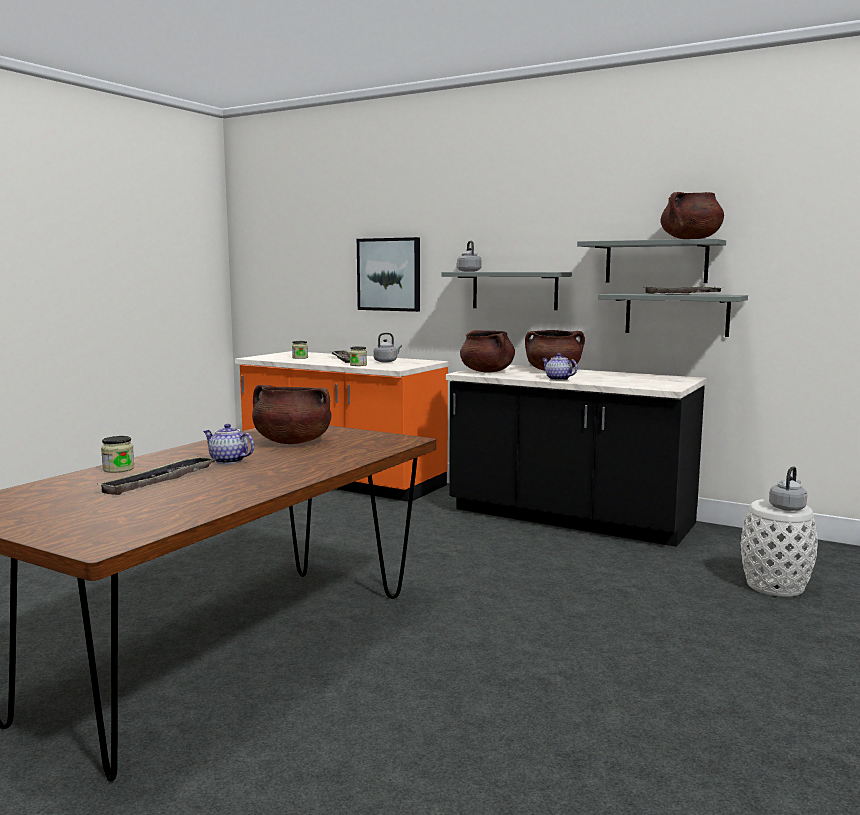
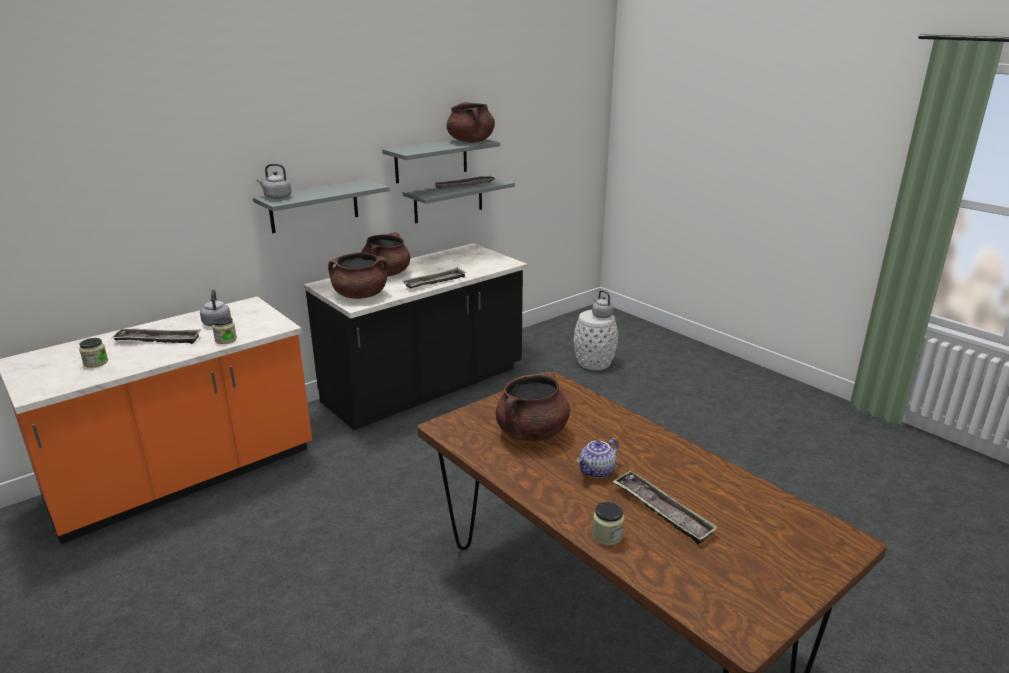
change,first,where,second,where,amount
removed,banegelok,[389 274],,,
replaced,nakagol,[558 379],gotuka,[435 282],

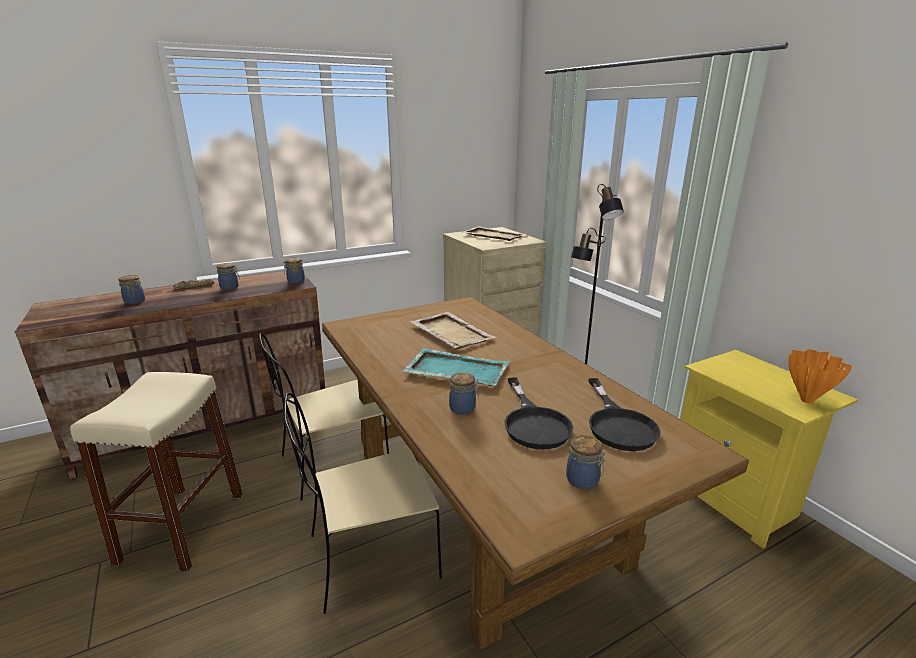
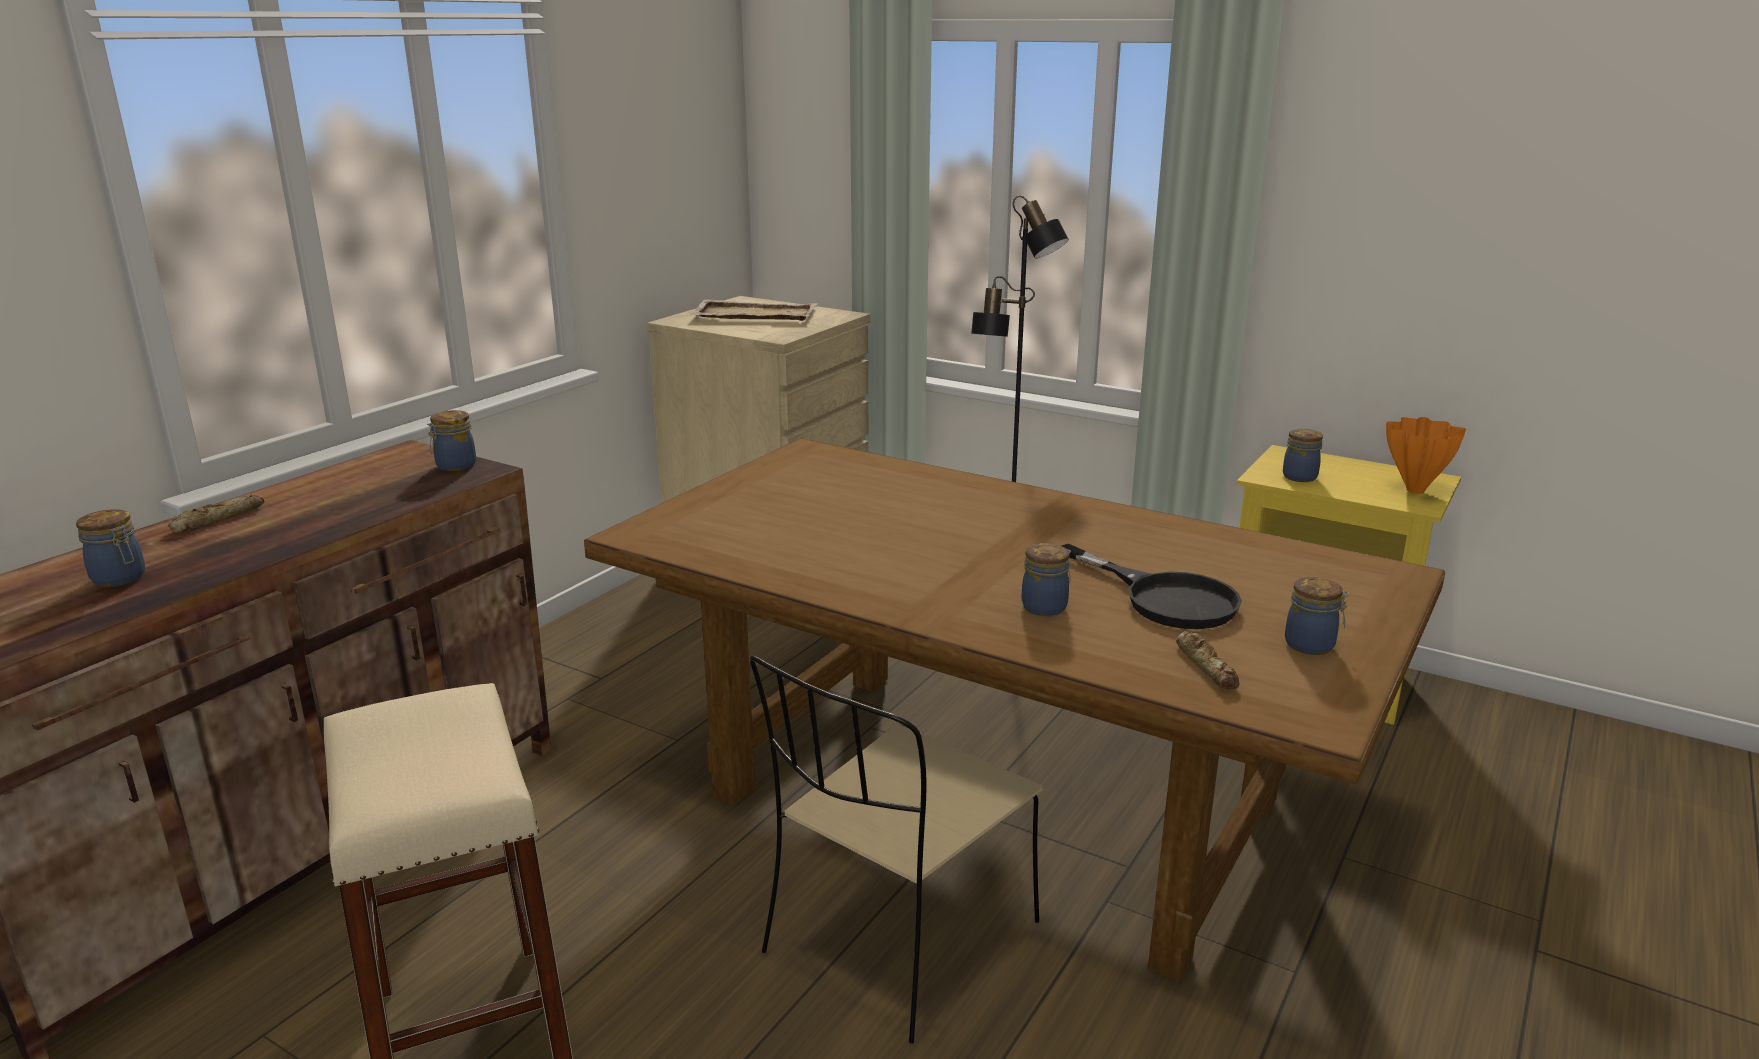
change,first,where,second,where,amount
moved,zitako,[230 288],,[1300 476],
removed,beige gotuka,[451 332],,,
removed,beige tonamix,[332 465],,,
removed,turquoise gotuka,[456 370],,,
removed,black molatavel,[618 424],,,
added,,,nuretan,[1207 666],

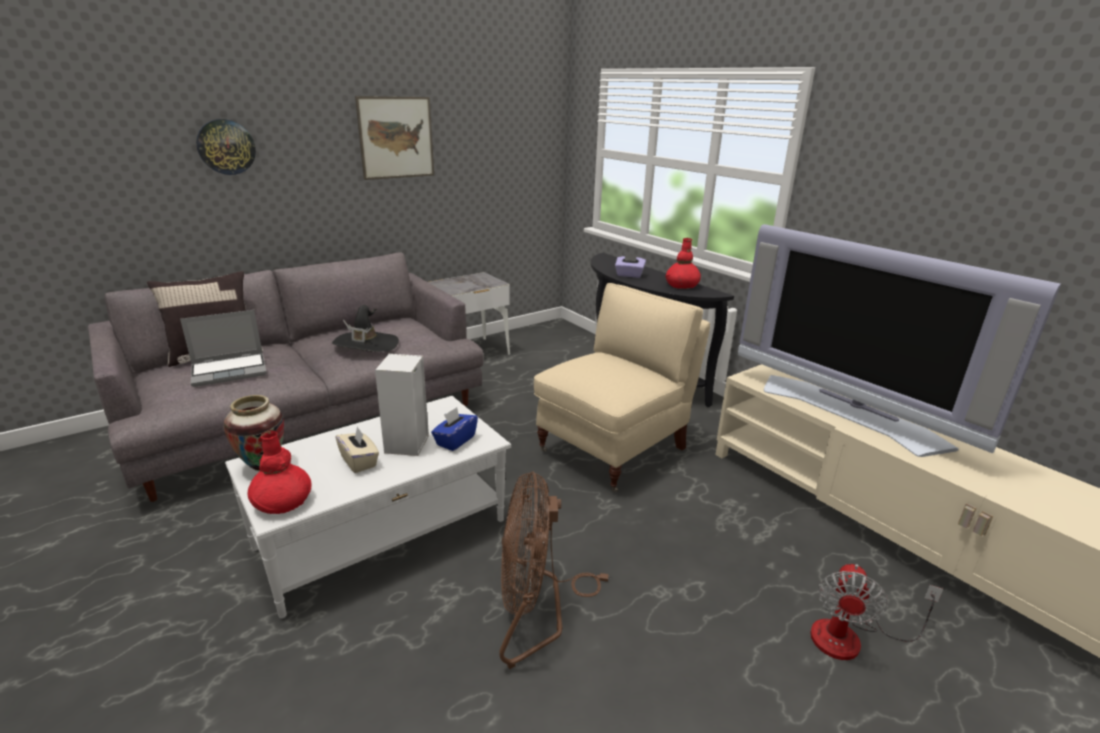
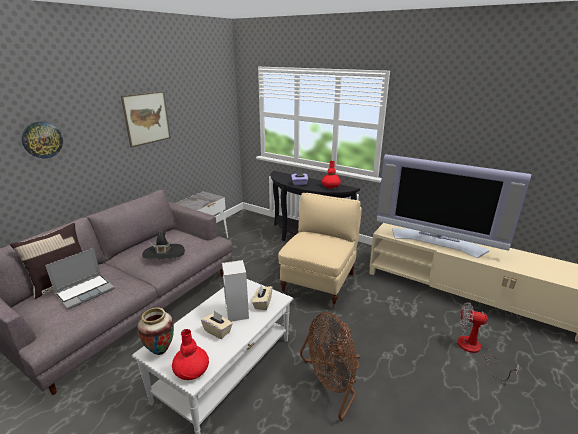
change,first,where,second,where,amount
recoloured,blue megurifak,[455 440],beige megurifak,[262 303],
turned,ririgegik,[850 637],,[475 350],105 degrees clockwise

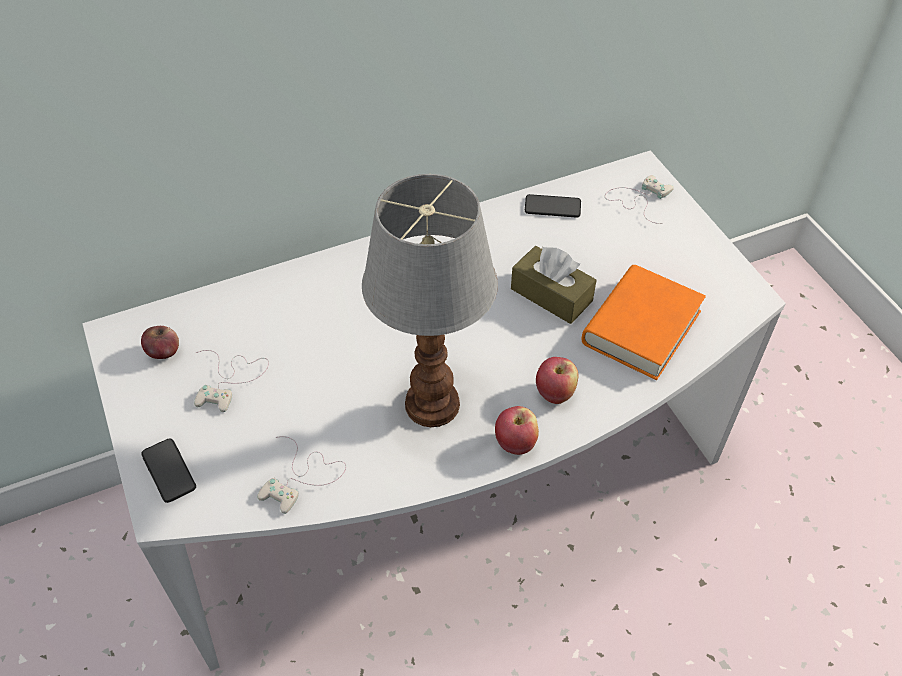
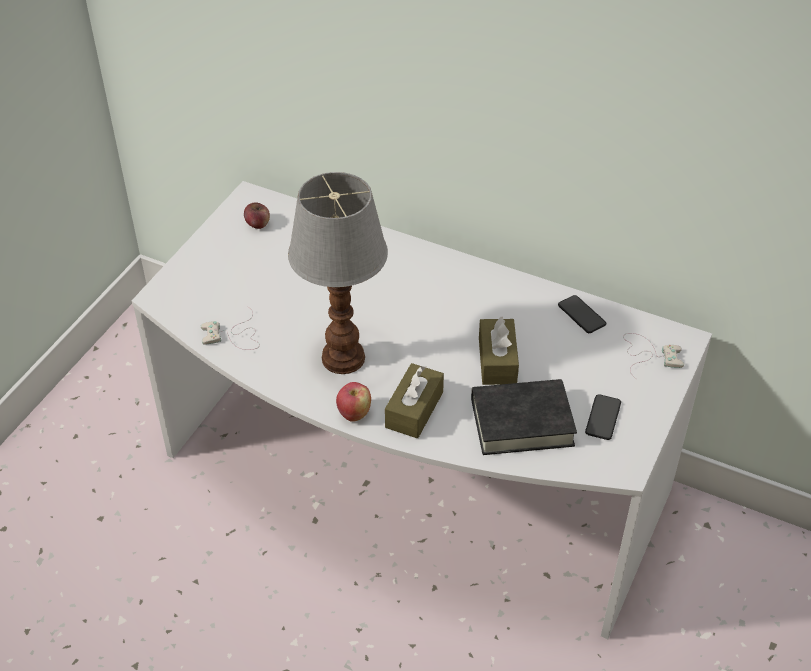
change,first,where,second,where,amount
recoloured,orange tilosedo,[641 327],black tilosedo,[522 422],
removed,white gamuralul,[230 379],,,
replaced,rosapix,[554 393],brown megurifak,[414 409],
moved,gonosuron,[169 471],,[603 418],

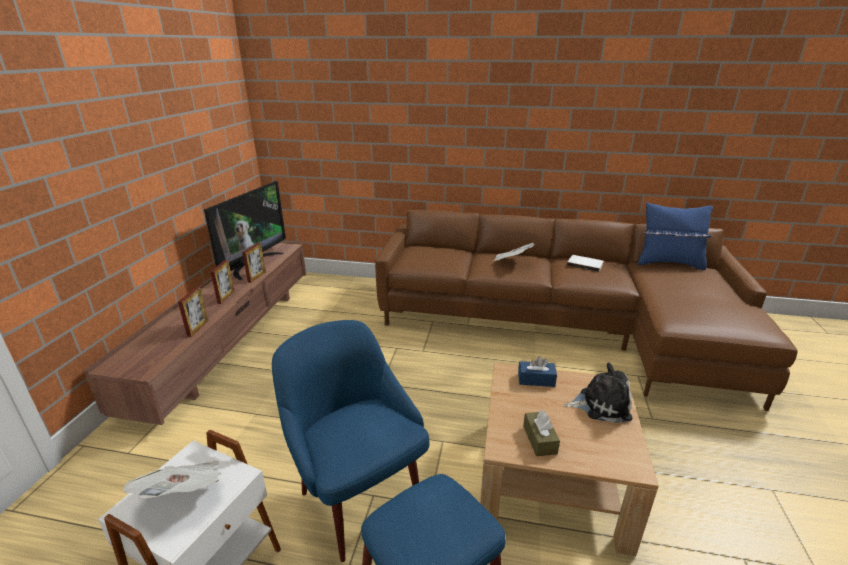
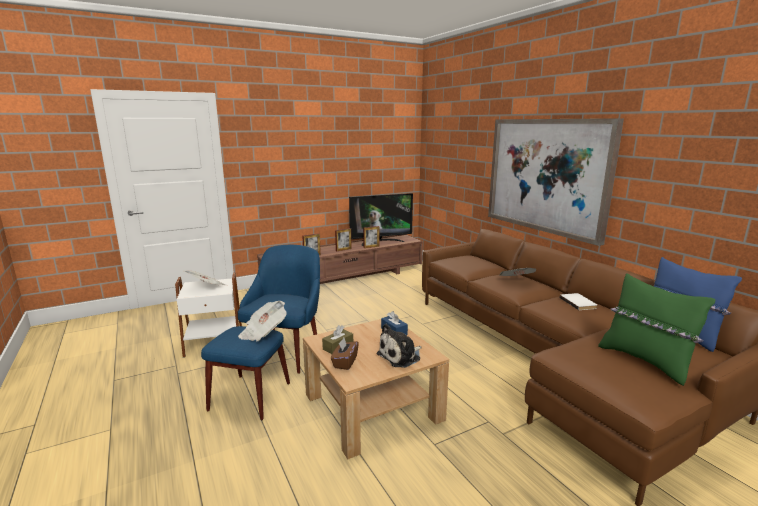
change,first,where,second,where,amount
turned,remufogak,[601 404],,[401 356],90 degrees clockwise
added,,,banegelok,[547 175],
added,,,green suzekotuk,[645 361],
added,,,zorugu,[263 332],
added,,,brown megurifak,[345 362],

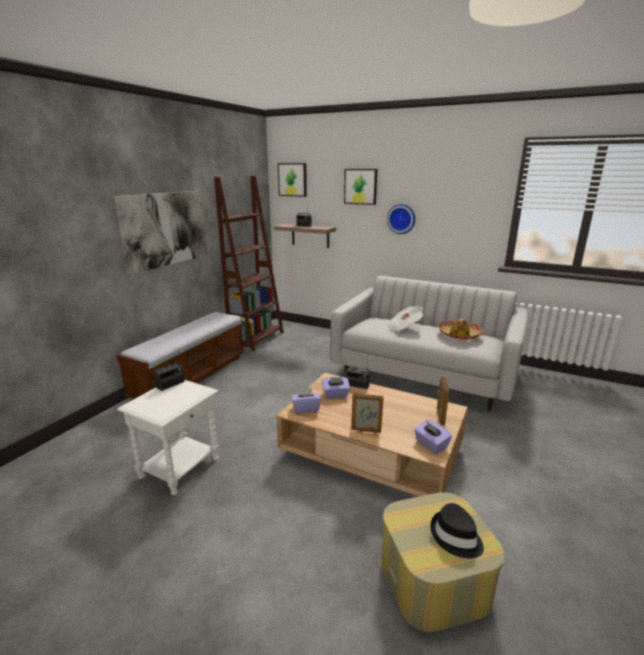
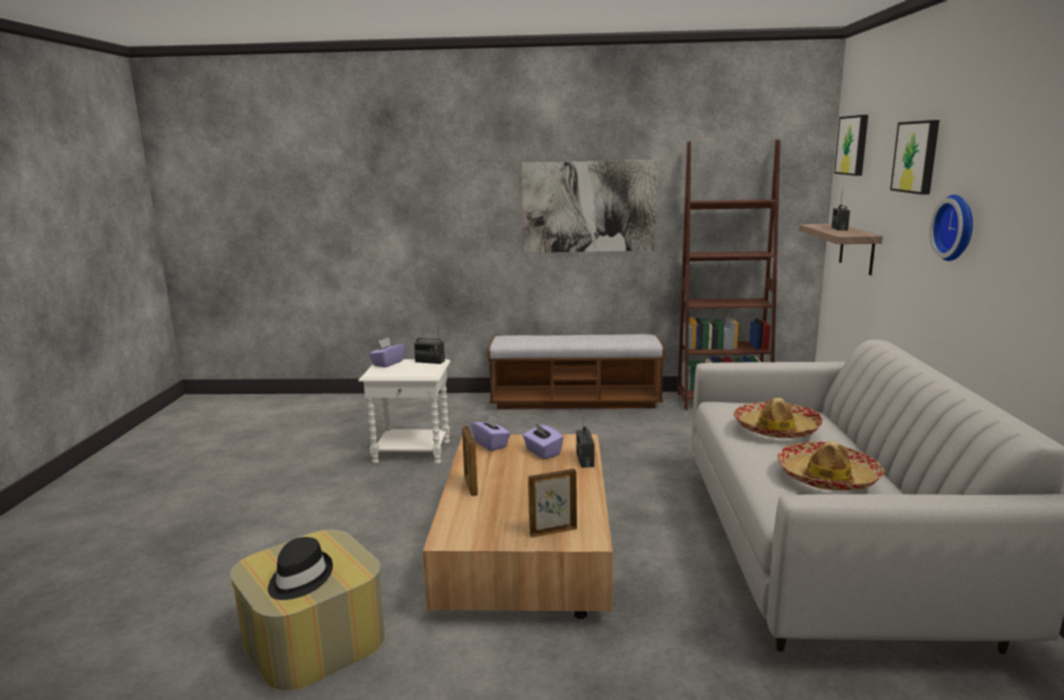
change,first,where,second,where,amount
replaced,zorugu,[403 327],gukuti,[776 429],
moved,purple megurifak,[431 444],,[388 363],

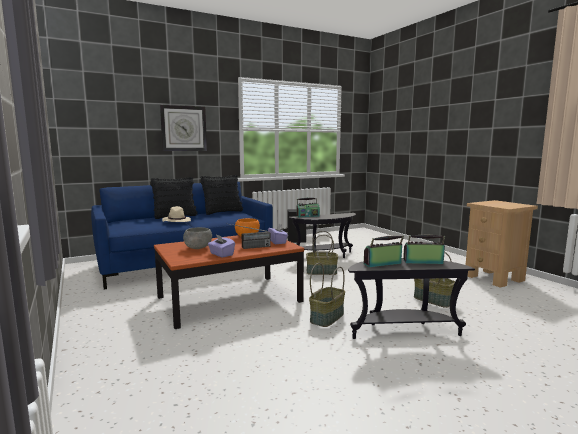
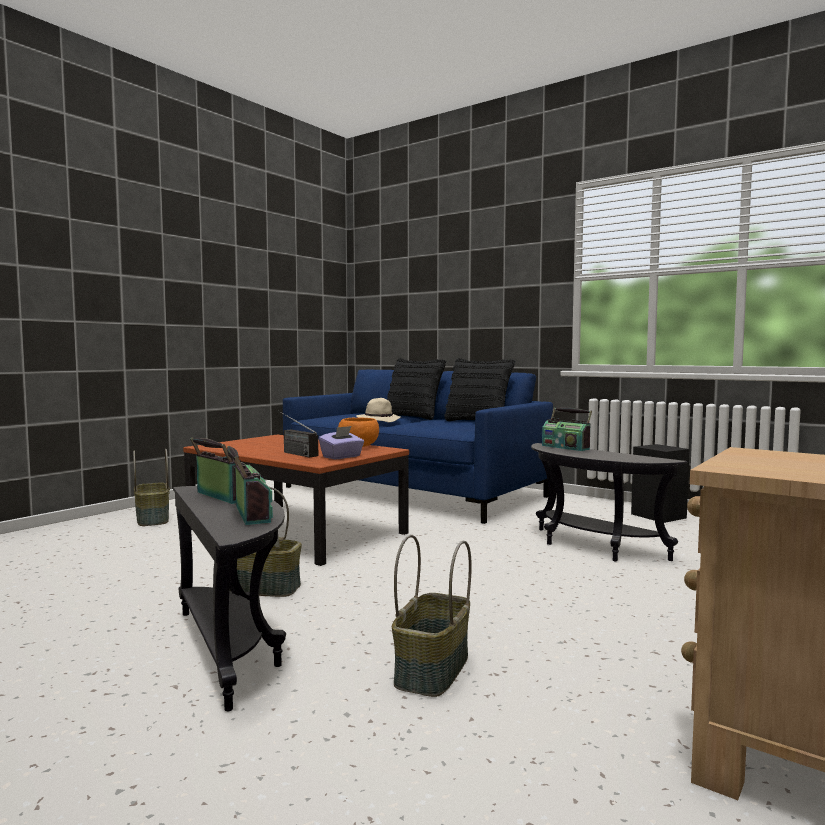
change,first,where,second,where,amount
removed,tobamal,[183 128],,,
removed,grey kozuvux,[198 248],,,
moved,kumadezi,[321 272],,[151 519],
removed,purple megurifak,[221 254],,,

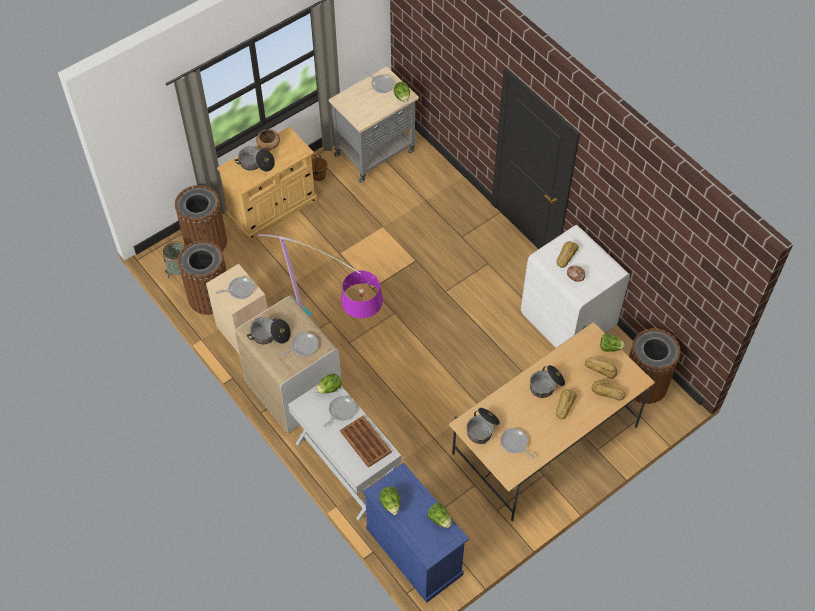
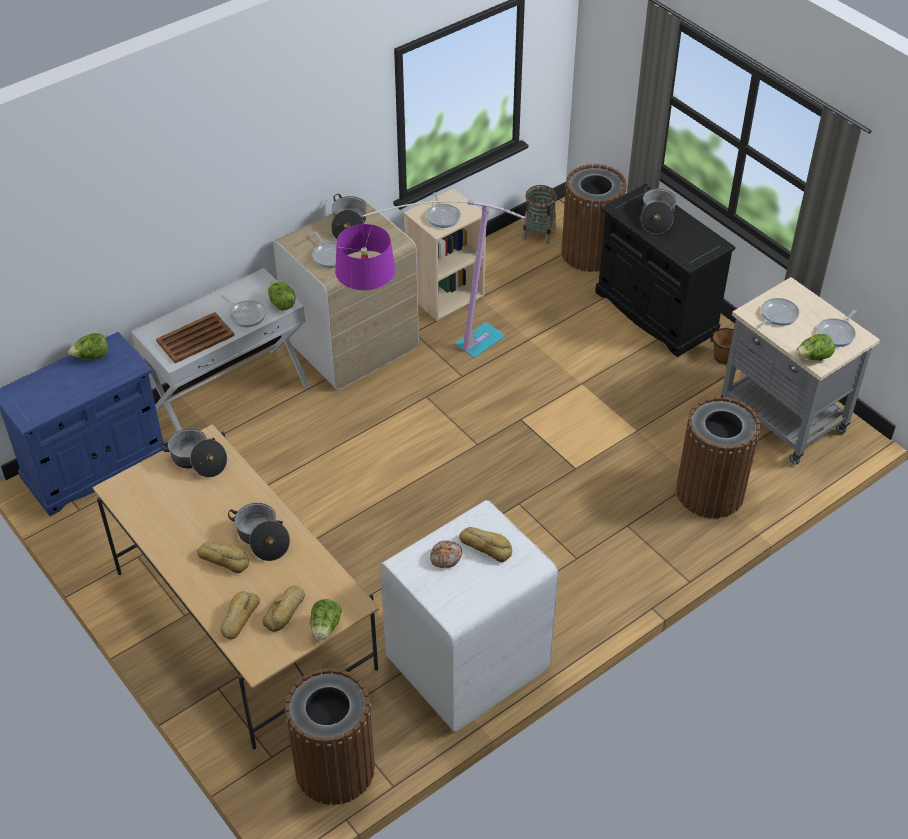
change,first,where,second,where,amount
recoloured,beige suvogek,[272 208],black suvogek,[655 312],
removed,brown kozuvux,[268 145],,,
moved,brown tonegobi,[209 296],,[710 492],
moved,molatavel,[515 443],,[777 315],
removed,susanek,[440 519],,,

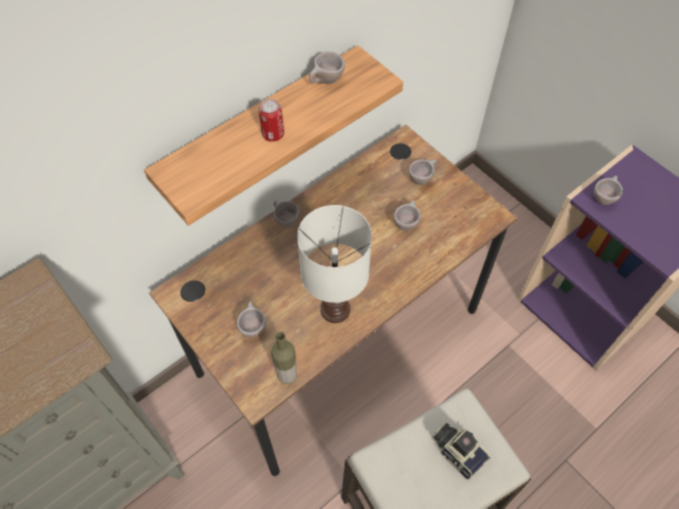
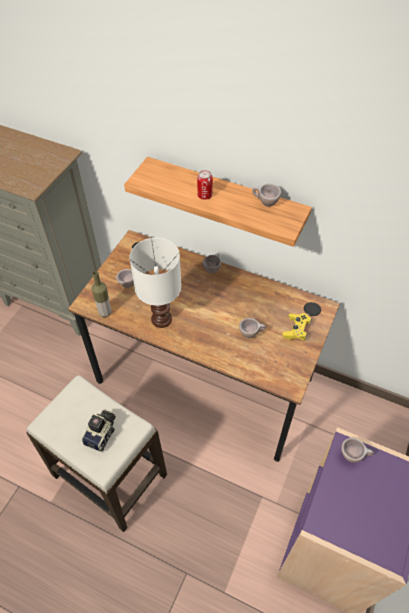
change,first,where,second,where,amount
replaced,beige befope,[422 178],yellow gamuralul,[296 330],

